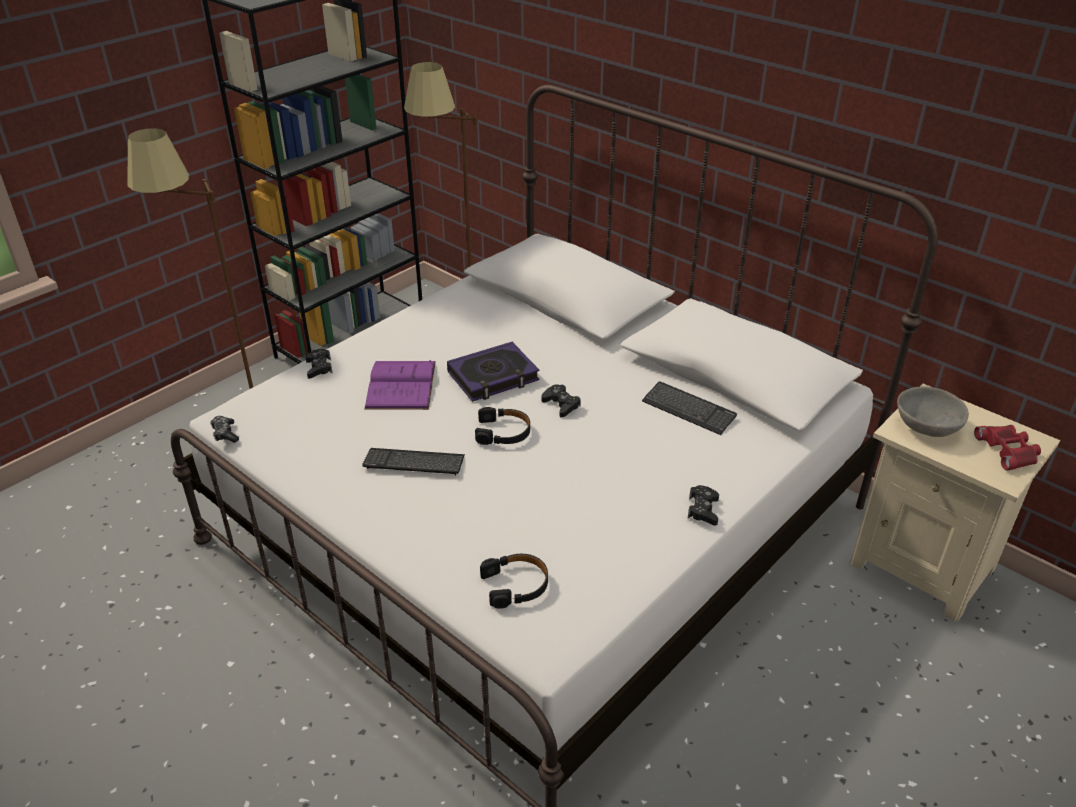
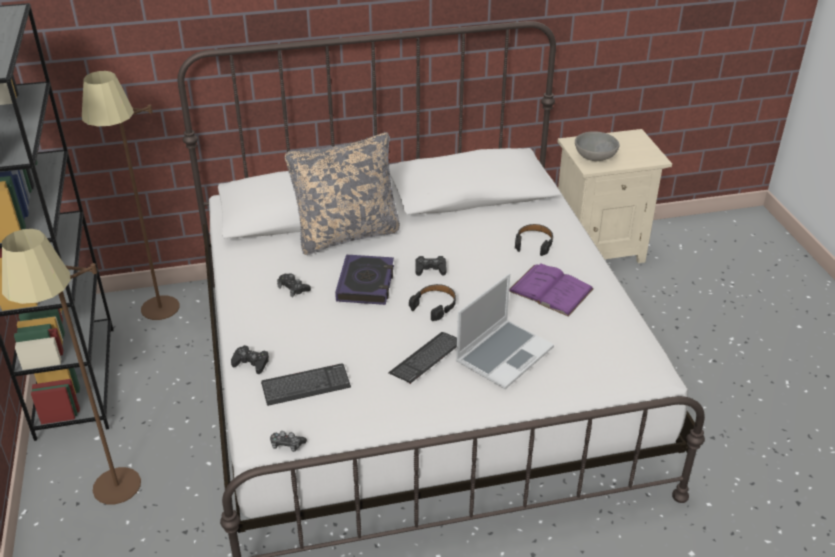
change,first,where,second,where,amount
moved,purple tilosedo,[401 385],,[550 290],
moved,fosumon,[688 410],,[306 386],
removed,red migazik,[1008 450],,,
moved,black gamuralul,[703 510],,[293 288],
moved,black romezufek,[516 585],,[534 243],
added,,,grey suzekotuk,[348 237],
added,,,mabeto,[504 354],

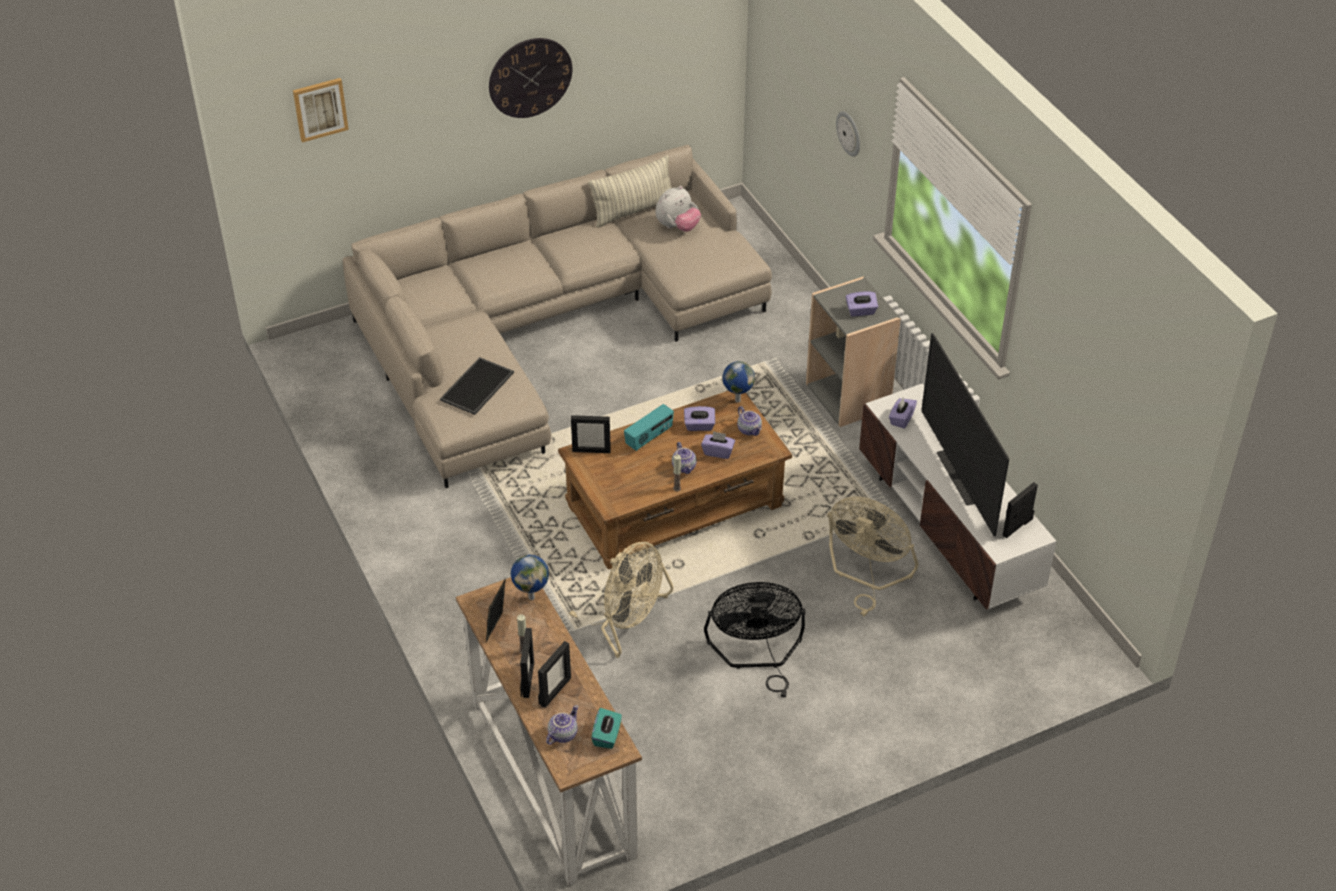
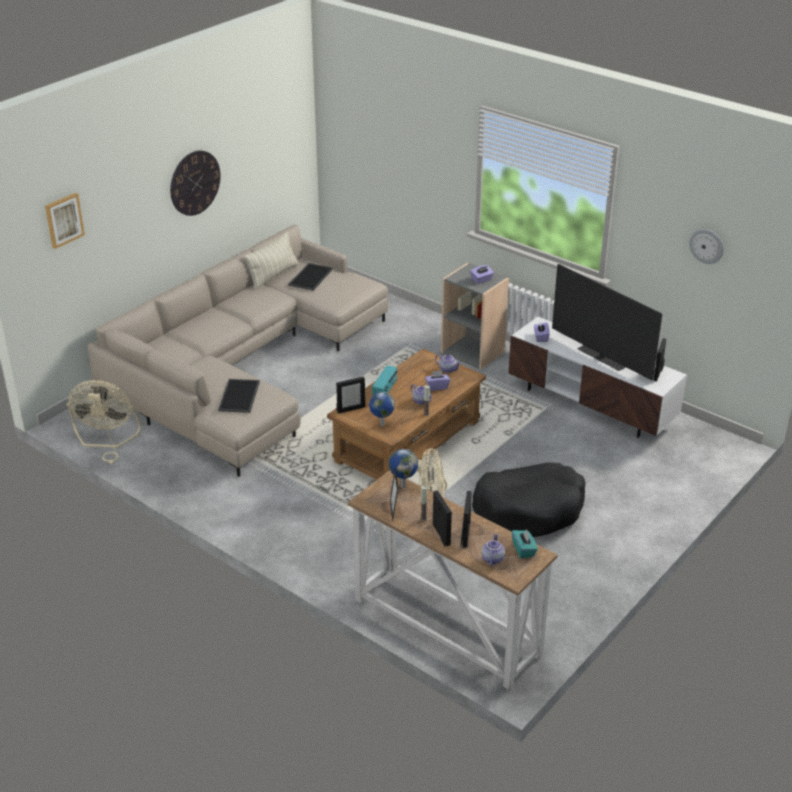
change,first,where,second,where,amount
moved,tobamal,[849 133],,[706 246],
replaced,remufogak,[677 227],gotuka,[310 276],
moved,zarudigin,[737 400],,[381 425],
removed,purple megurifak,[699 426],,,
moved,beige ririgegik,[865 574],,[106 441],
replaced,black ririgegik,[759 656],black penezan,[529 509],

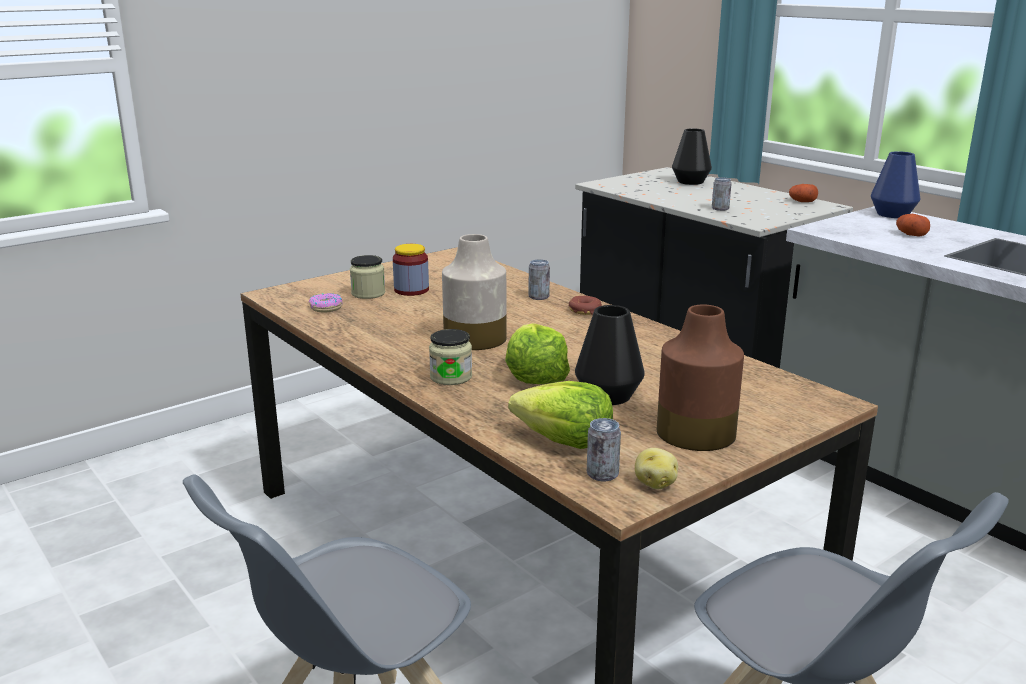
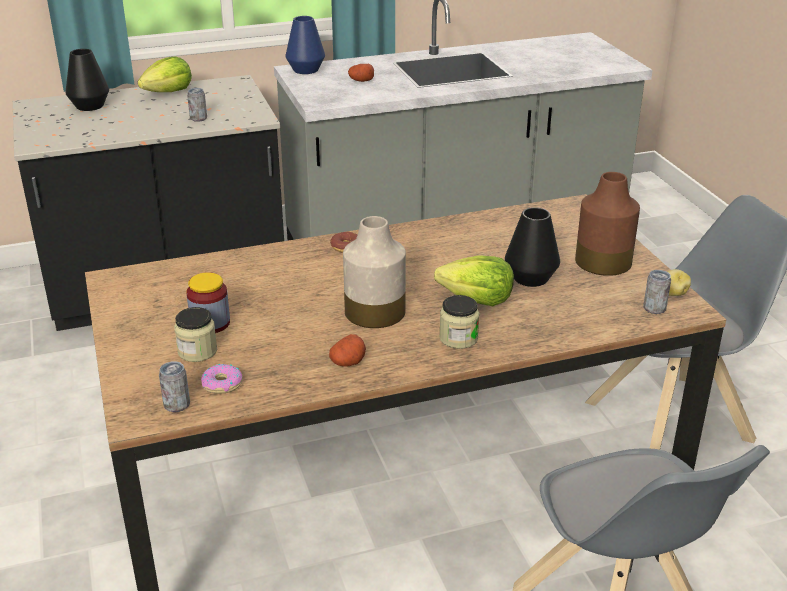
change,first,where,second,where,amount
moved,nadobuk,[802 201],,[348 362],
moved,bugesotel,[538 297],,[177 405],
moved,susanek,[564 440],,[168 92],

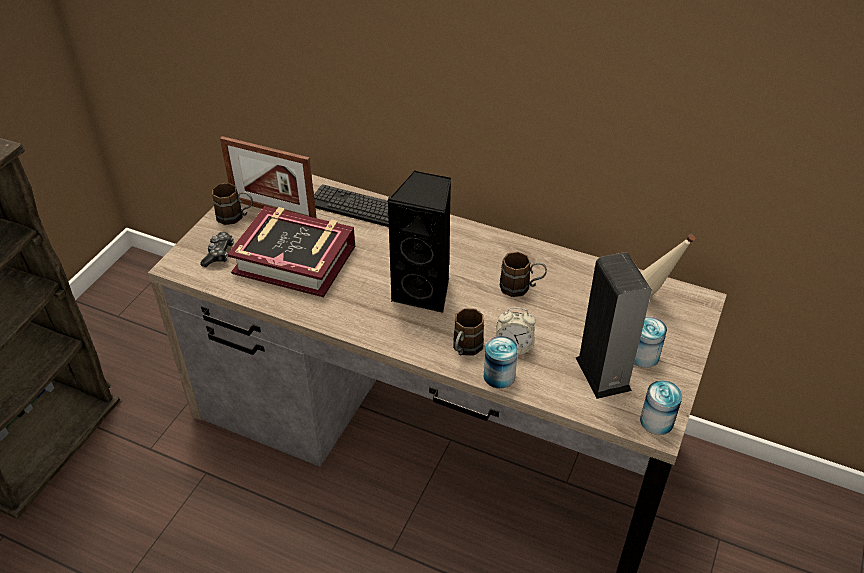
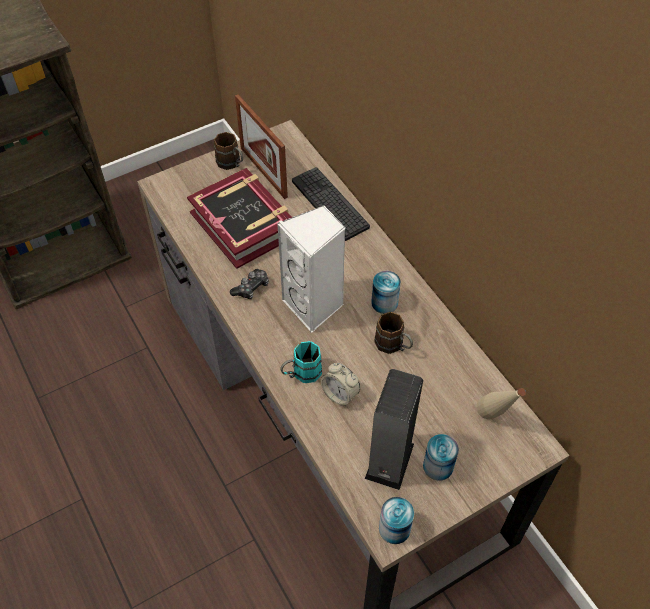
change,first,where,second,where,amount
recoloured,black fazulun,[425 291],white fazulun,[315 306],
moved,gamuralul,[219 254],,[251 288],
recoloured,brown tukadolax,[465 349],turquoise tukadolax,[301 374],
moved,bugesotel,[499 376],,[384 303],

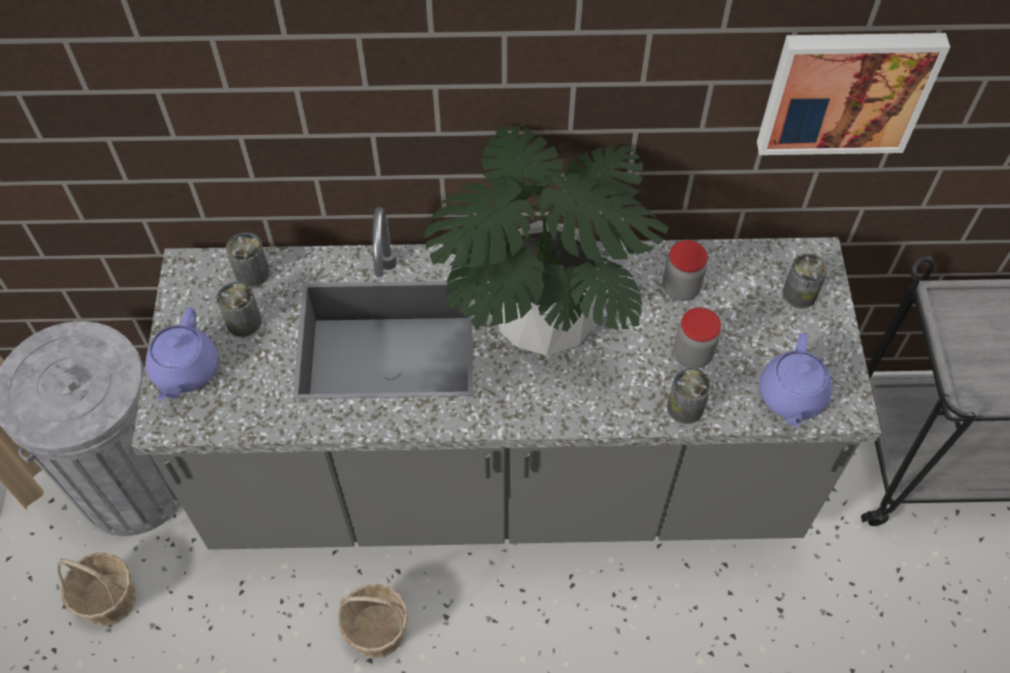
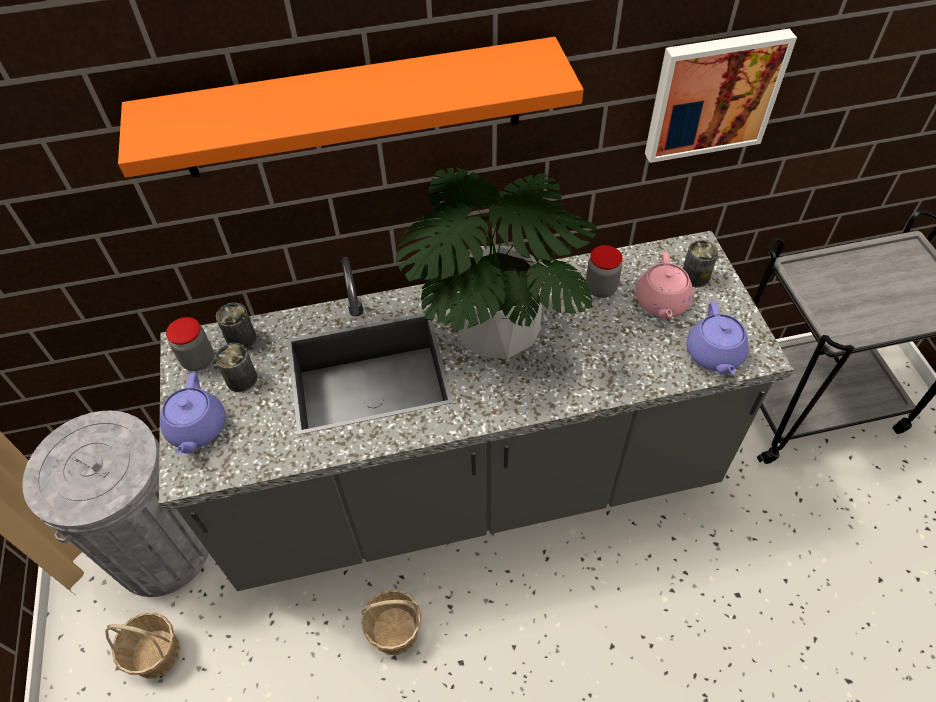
change,first,where,second,where,amount
moved,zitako,[692 354],,[198 360],
removed,bugesotel,[685 407],,,
added,,,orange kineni,[352 109],
added,,,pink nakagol,[661 303],

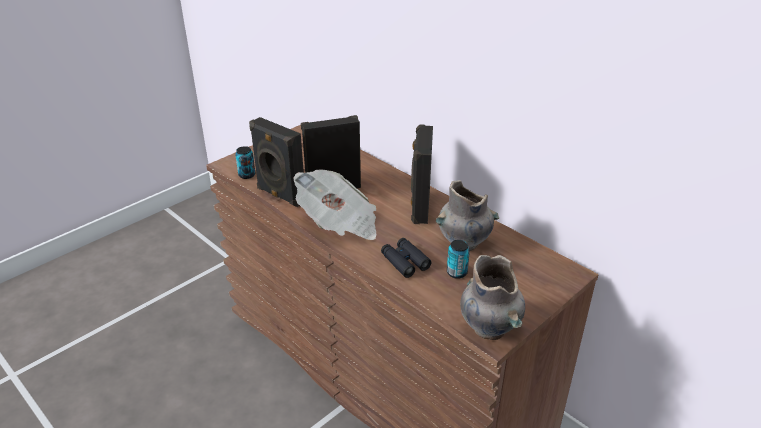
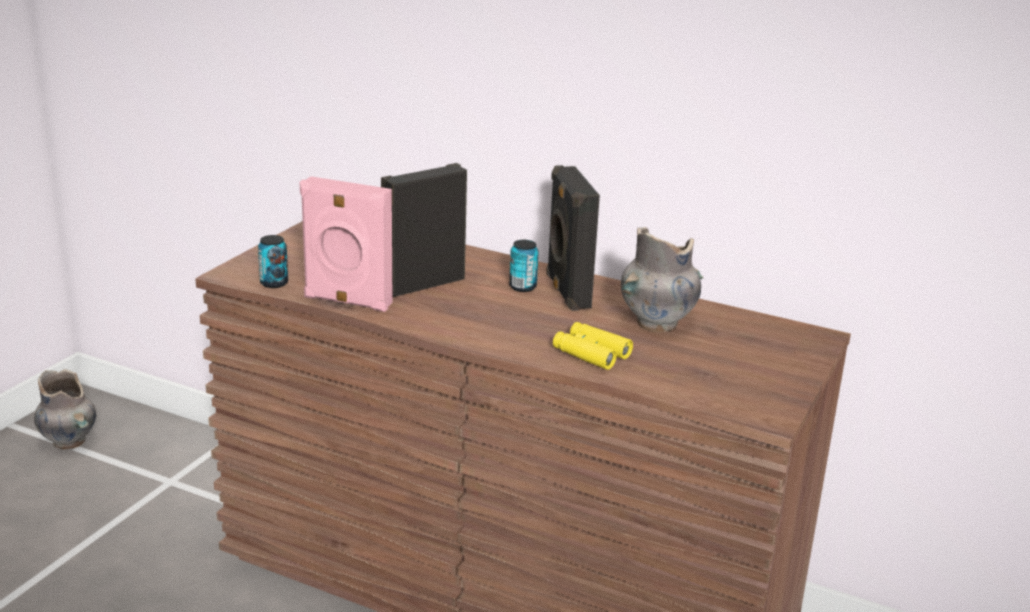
change,first,where,second,where,amount
recoloured,black fazulun,[280 195],pink fazulun,[347 301],
removed,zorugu,[339 224],,,
recoloured,black migazik,[405 262],yellow migazik,[591 353],
moved,bugesotel,[457 272],,[522 287],
moved,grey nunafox,[490 329],,[69 442],

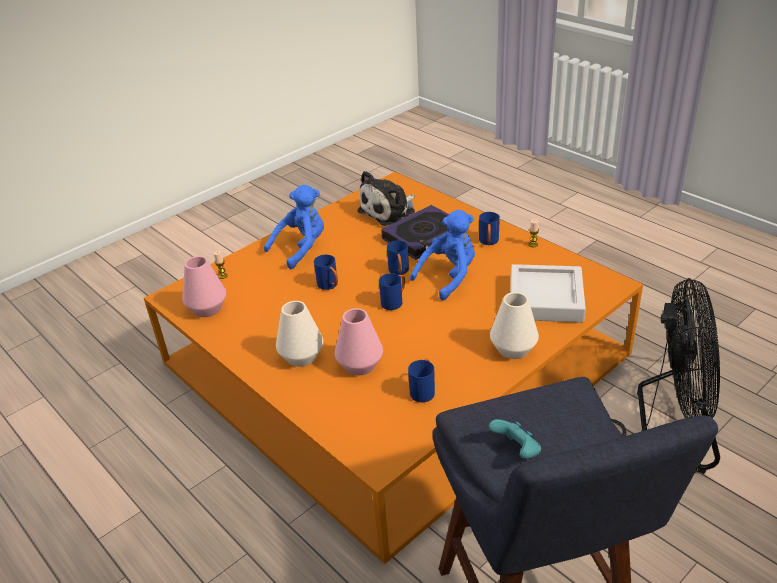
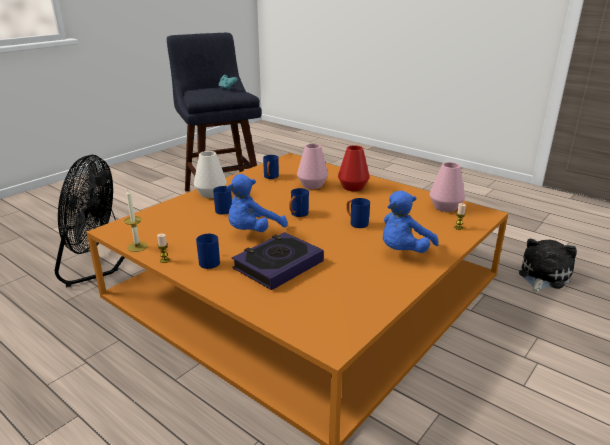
change,first,where,second,where,amount
moved,remufogak,[389 211],,[542 276],
moved,blue tukadolax,[399 272],,[223 209],
removed,grey gotuka,[545 299],,,
recoloured,white nunafox,[301 357],red nunafox,[353 187],
added,,,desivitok,[137 247],

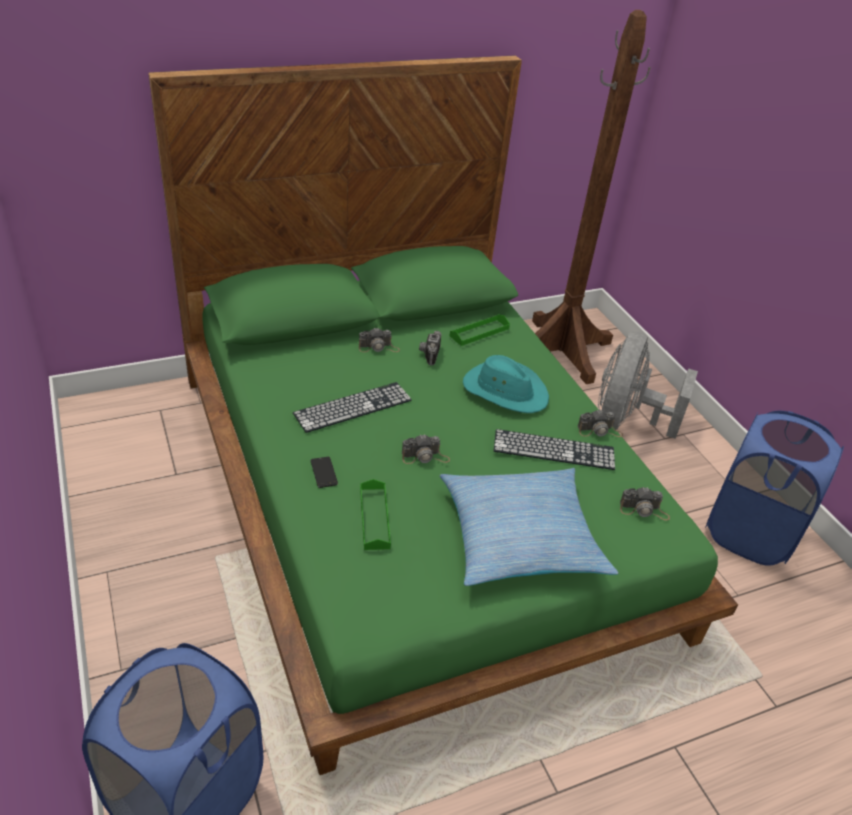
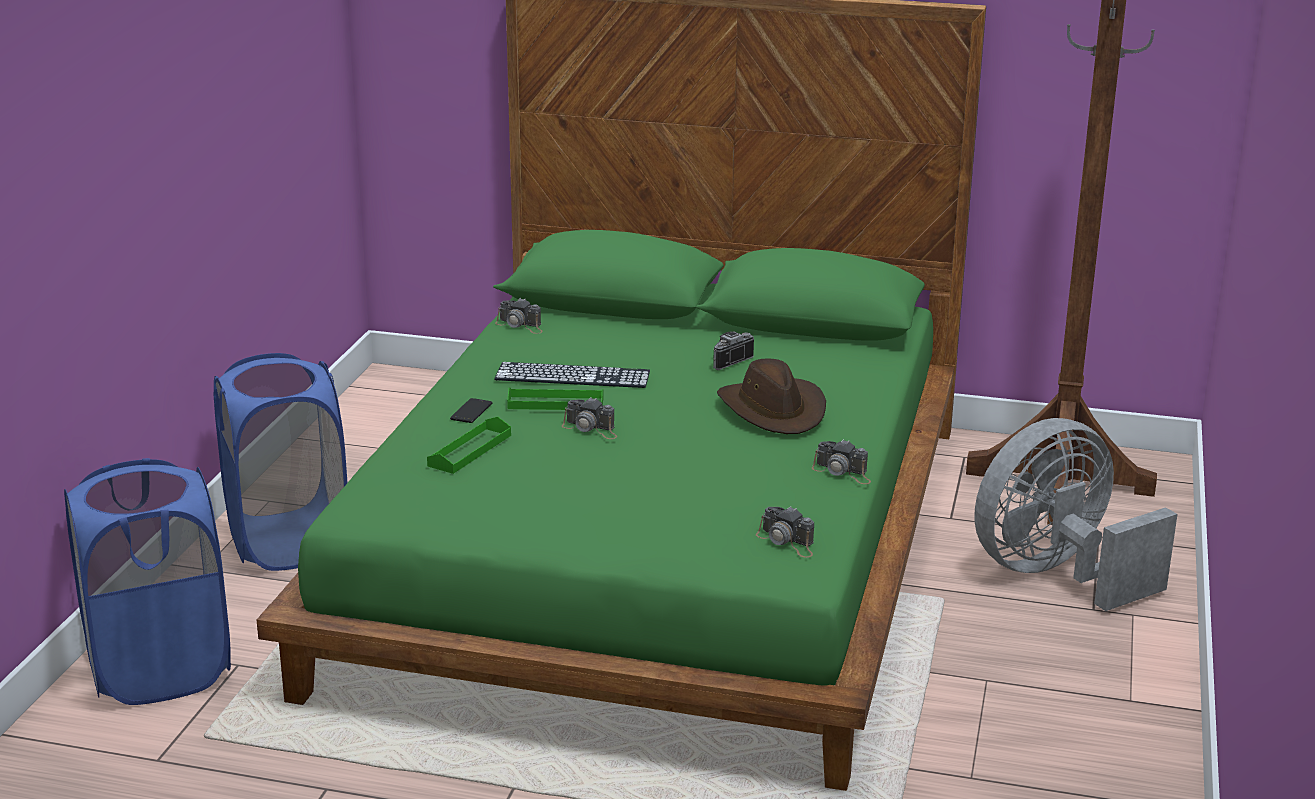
change,first,where,second,where,amount
moved,green gotuka,[479 332],,[555 403],
moved,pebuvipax,[378 347],,[521 325],
recoloured,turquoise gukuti,[505 390],brown gukuti,[773 410],
moved,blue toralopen,[749 533],,[289 542],
removed,fosumon,[554 449],,,
removed,suzekotuk,[520 536],,,

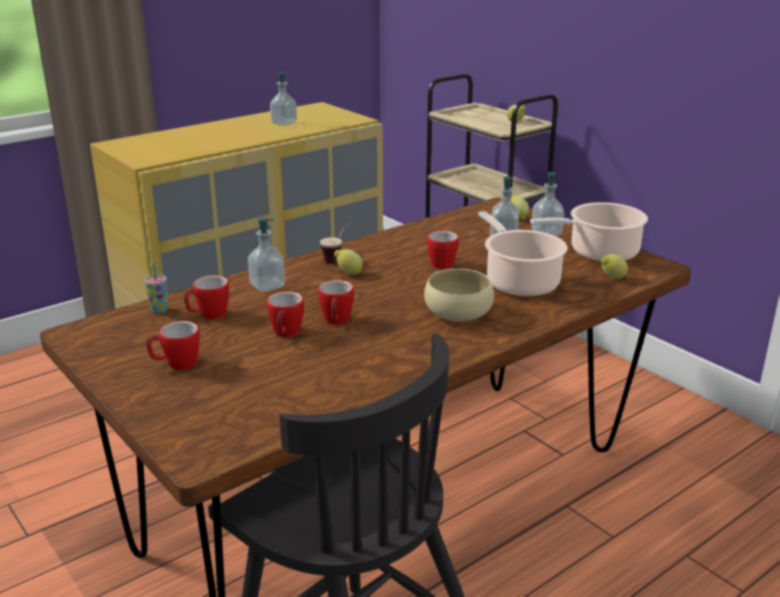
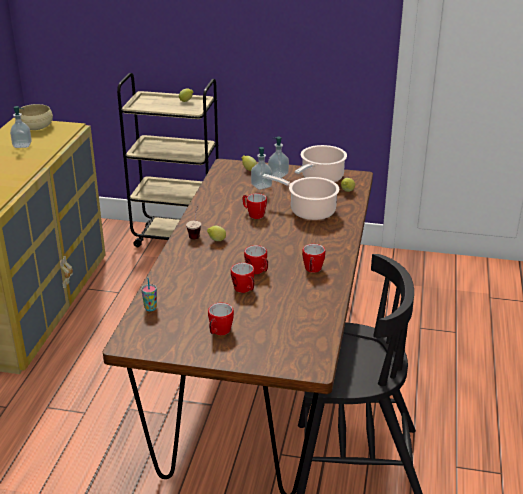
change,first,where,second,where,amount
removed,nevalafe,[267 286],,,
moved,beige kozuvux,[458 313],,[36 126],
moved,tukadolax,[208 315],,[312 270],

